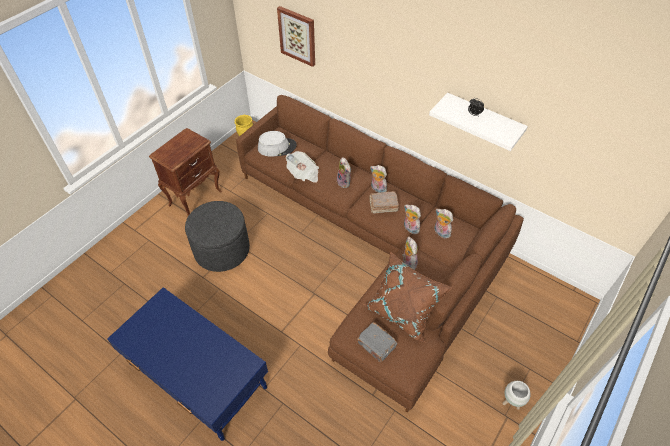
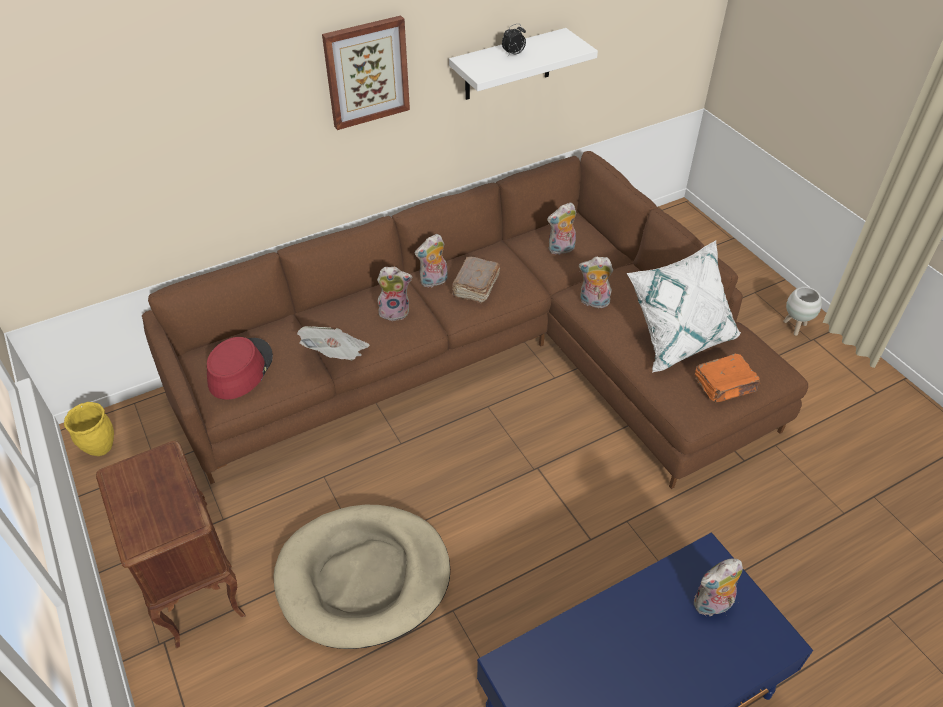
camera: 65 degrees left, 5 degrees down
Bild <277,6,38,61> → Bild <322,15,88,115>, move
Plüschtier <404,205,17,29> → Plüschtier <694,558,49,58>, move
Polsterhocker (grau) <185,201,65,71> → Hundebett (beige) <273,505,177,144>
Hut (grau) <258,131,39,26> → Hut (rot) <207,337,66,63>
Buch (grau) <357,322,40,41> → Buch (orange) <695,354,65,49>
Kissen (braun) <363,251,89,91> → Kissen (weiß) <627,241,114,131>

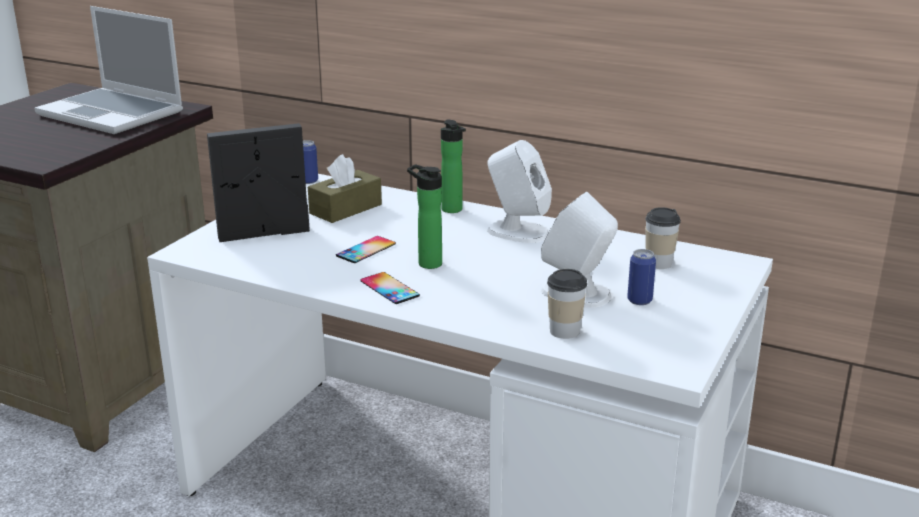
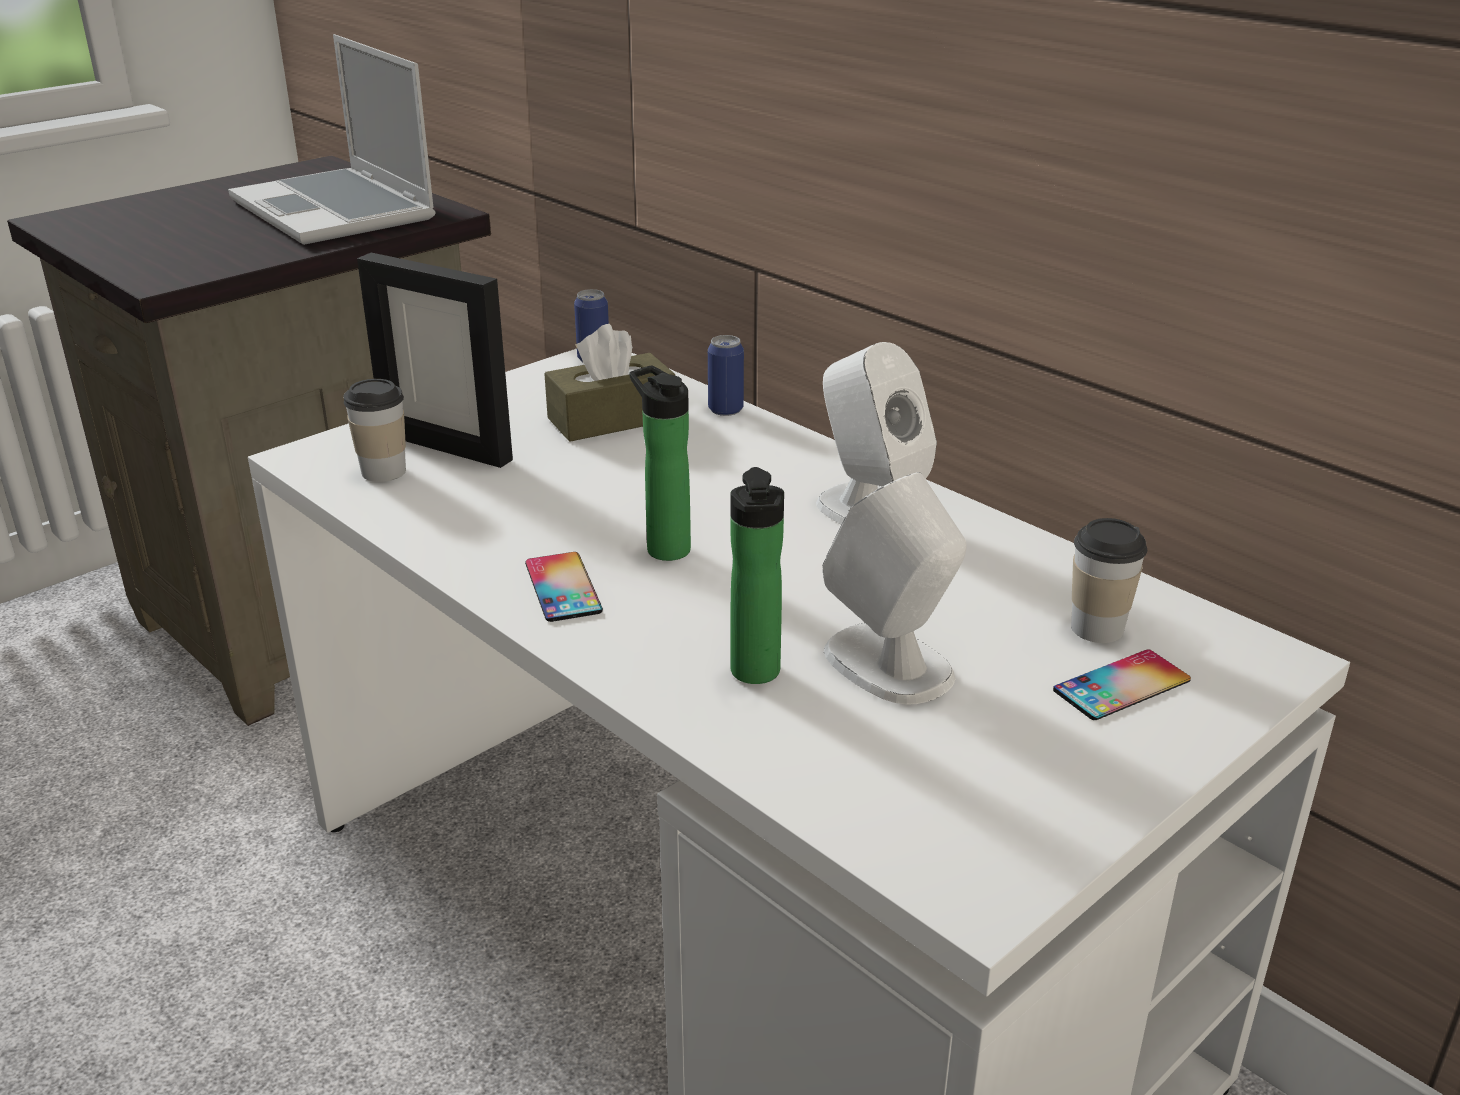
camera: 20 degrees right, 5 degrees up
Handy <336,236,60,27> → Handy <1053,649,138,71>, move
Flasche <441,119,25,94> → Flasche <730,467,54,217>, move
Tasse <547,269,40,70> → Tasse <343,379,63,103>, move
Dose <627,249,29,56> → Dose <708,335,36,81>, move
Bilderrahmen <207,123,103,119> → Bilderrahmen <357,253,156,215>, 150 degrees counterclockwise

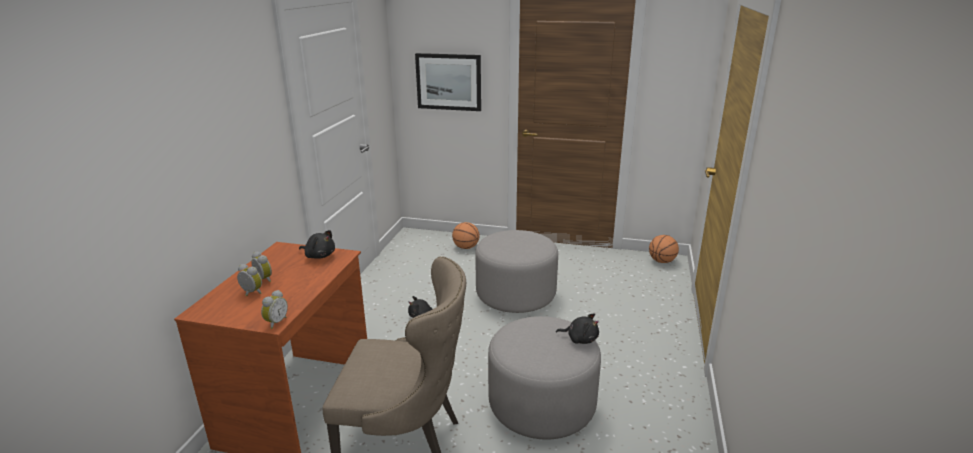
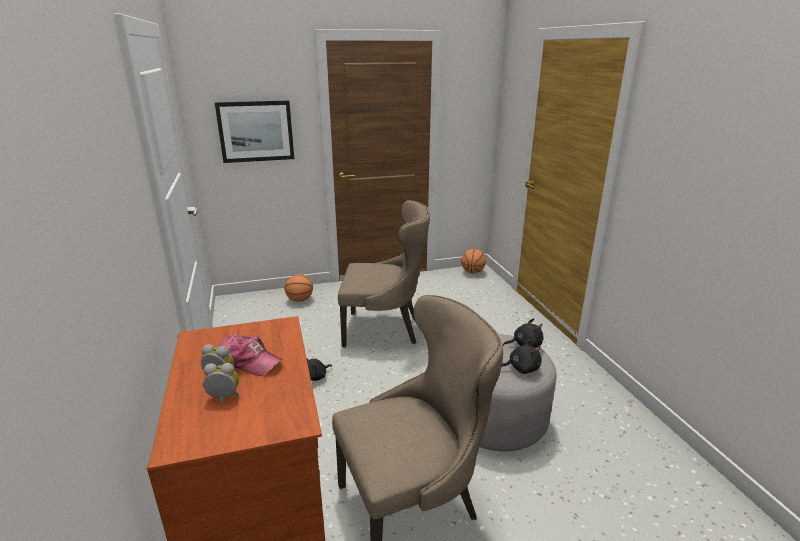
camera: 30 degrees left, 0 degrees up
Wecker <261,290,27,39> → -
- → Kappe <218,334,64,42>
Plüschtier (schwarz) <299,230,36,29> → Plüschtier (schwarz) <501,340,41,34>, move
Polsterhocker (grau) <475,230,83,83> → Stuhl (beige) <338,200,92,147>

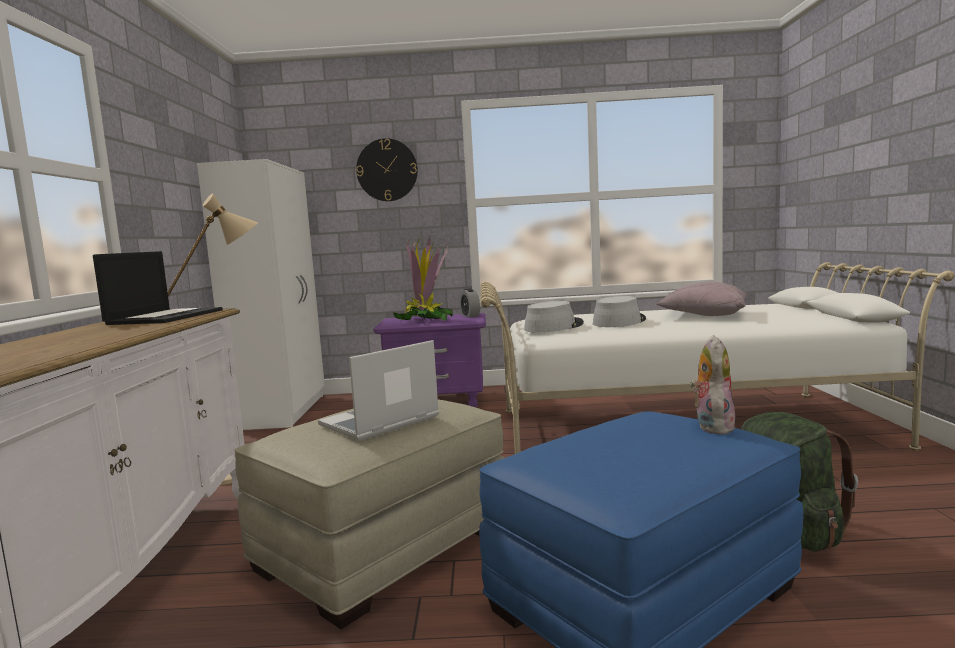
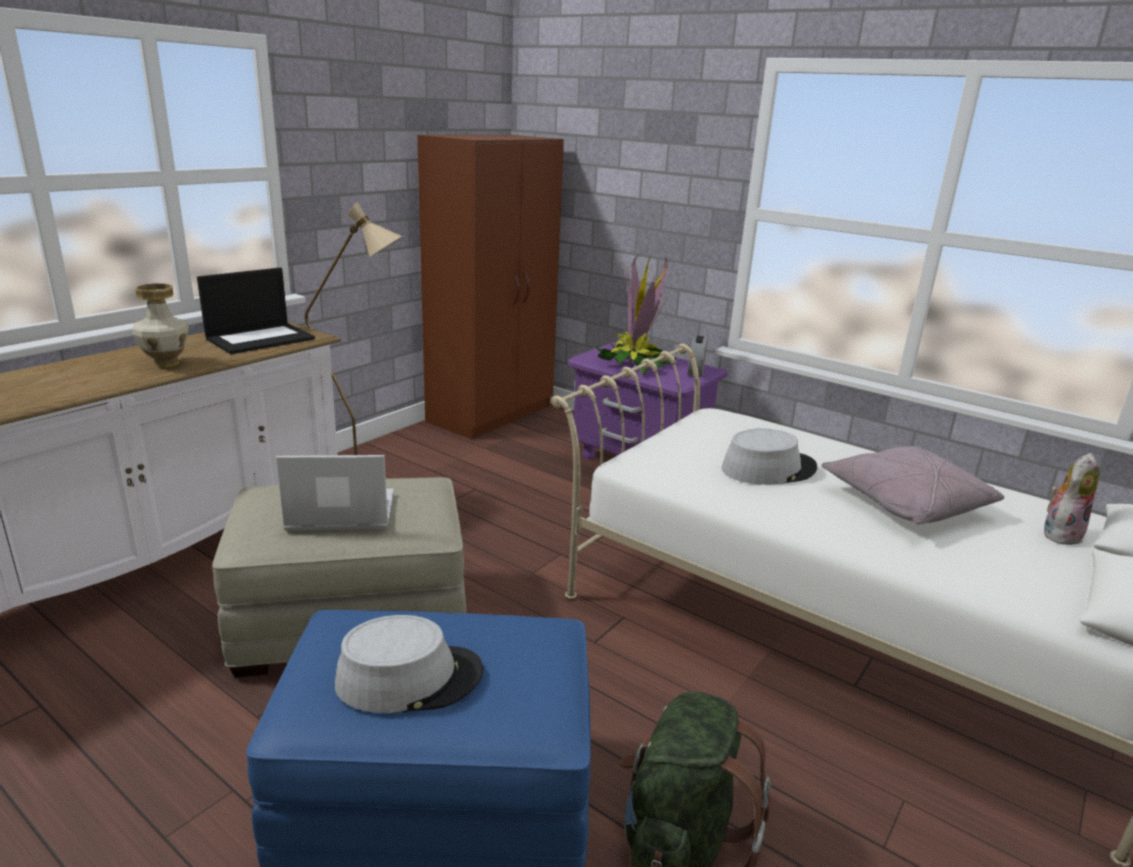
camera: 35 degrees right, 15 degrees up
Wanduhr <356,138,62,63> → -
- → Vase <132,283,57,85>
Hut (grau) <524,301,60,32> → Hut (grau) <335,615,148,98>, move
Plüschtier <690,335,46,100> → Plüschtier <1041,453,59,92>, move
Kleiderschrank (weiß) <197,159,128,271> → Kleiderschrank (braun) <417,134,147,306>

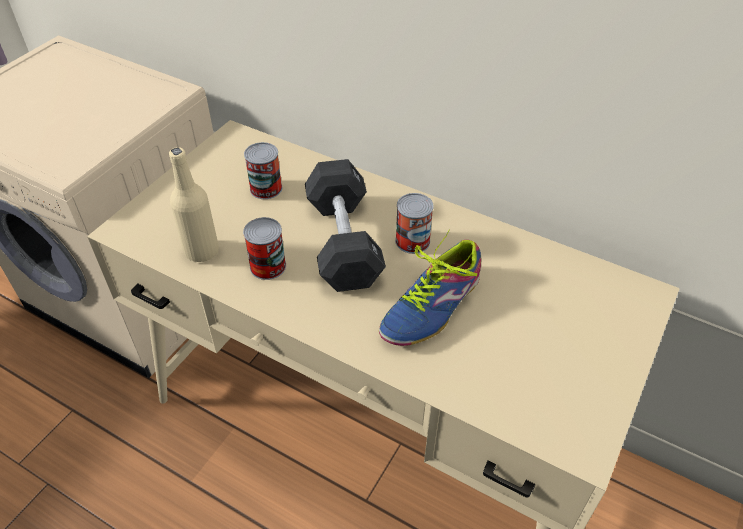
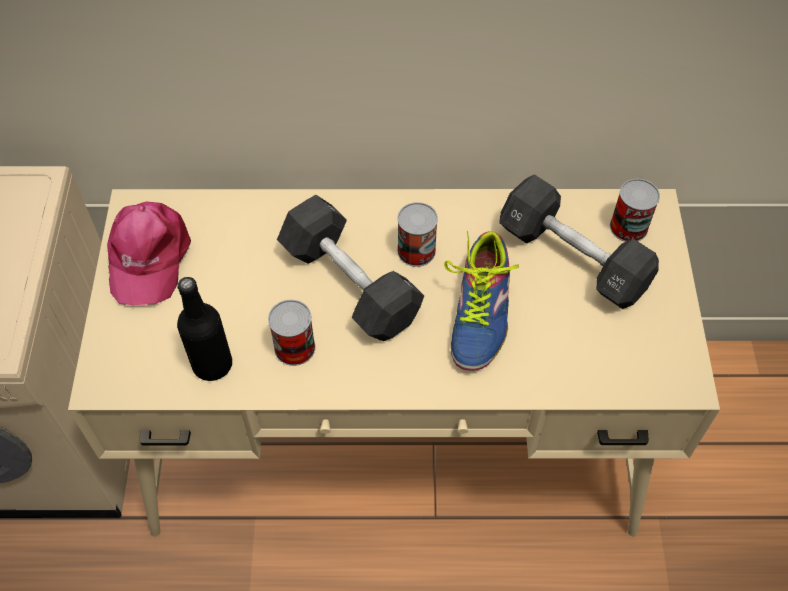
camera: 30 degrees left, 10 degrees up
- → Kappe (rosa) <107,202,84,103>
- → Hantel (schwarz) <499,174,160,135>
Dose <244,142,38,57> → Dose <610,179,50,63>, move
Flasche (beige) <169,147,50,115> → Flasche (schwarz) <177,277,55,104>

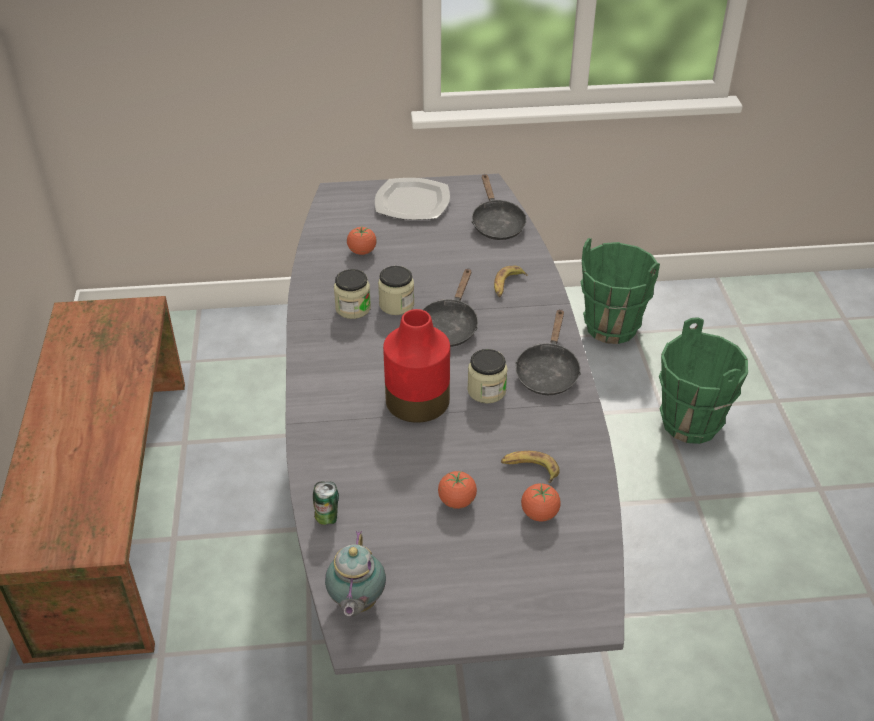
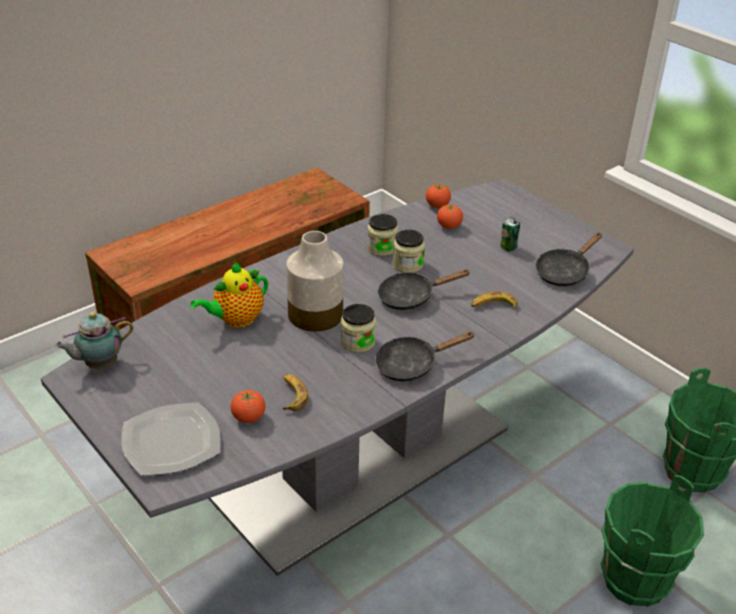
camera: 55 degrees right, 5 degrees down
- → Teekanne <190,262,78,66>
Dose <313,482,26,43> → Dose <500,218,20,34>, move
Teller <375,178,75,42> → Teller <121,403,99,73>, move
Tomate <438,471,39,38> → Tomate <426,184,25,24>, move
Vase (rot) <383,309,67,114> → Vase (beige) <286,231,58,100>

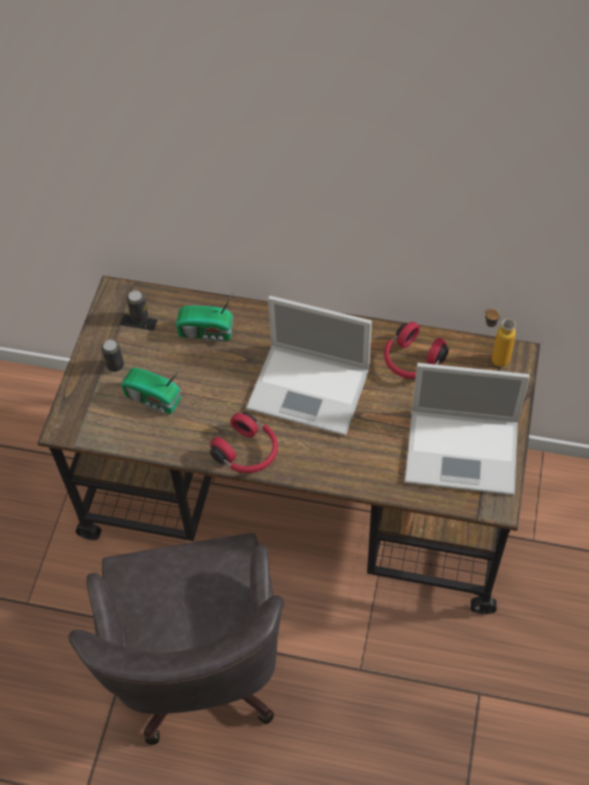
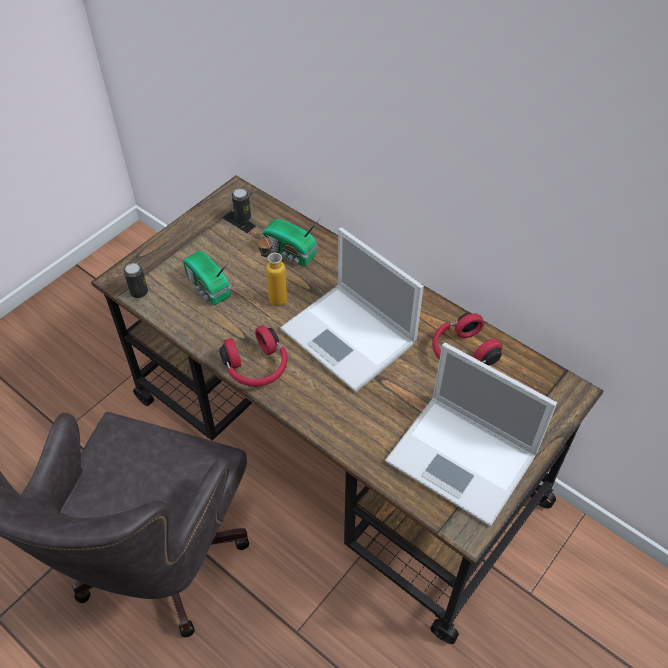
camera: 25 degrees right, 5 degrees down
Dose <101,339,23,33> → Dose <124,263,24,35>, move
Flasche <485,308,31,59> → Flasche <258,235,29,71>, move

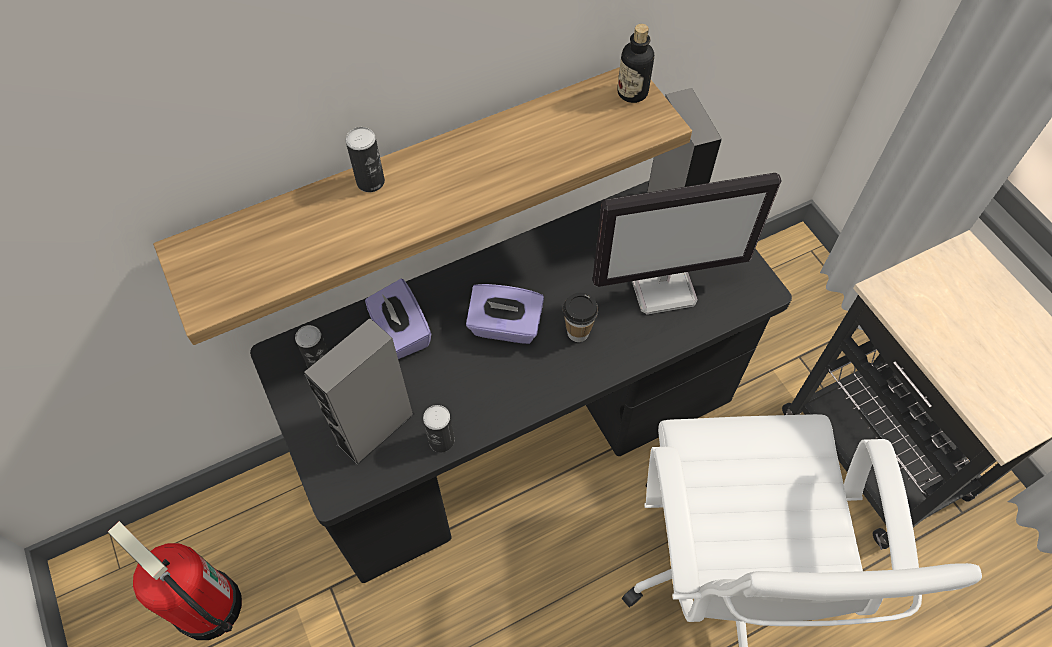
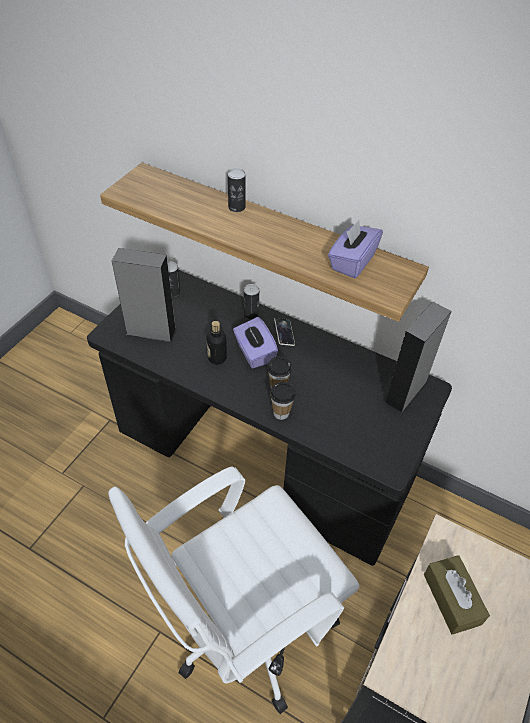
camera: 55 degrees right, 10 degrees down
Feuerlöscher <108,521,134,119> → -
Monitor <593,173,189,142> → -
- → Tasse <270,382,26,38>
- → Handy <274,318,21,28>
- → Taschentuchbox (braun) <424,555,66,80>
Taschentuchbox (lila) <365,279,66,80> → Taschentuchbox (lila) <328,220,55,58>, move
Dose <423,405,31,48> → Dose <244,284,15,36>, move
Flasche <617,24,37,79> → Flasche <207,321,20,43>, move

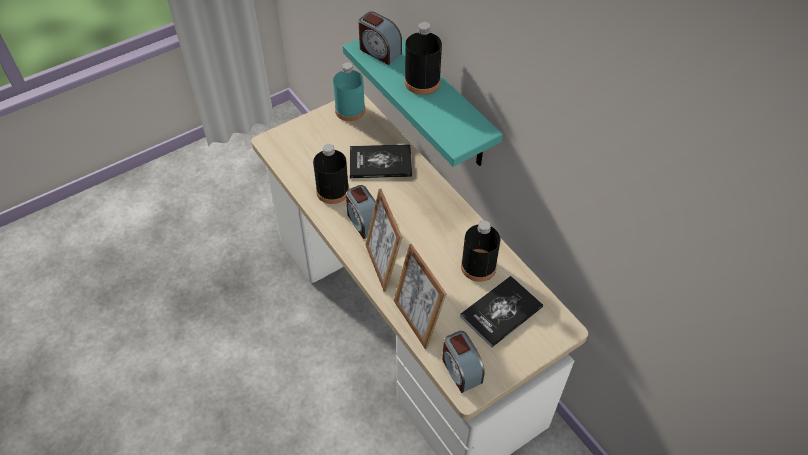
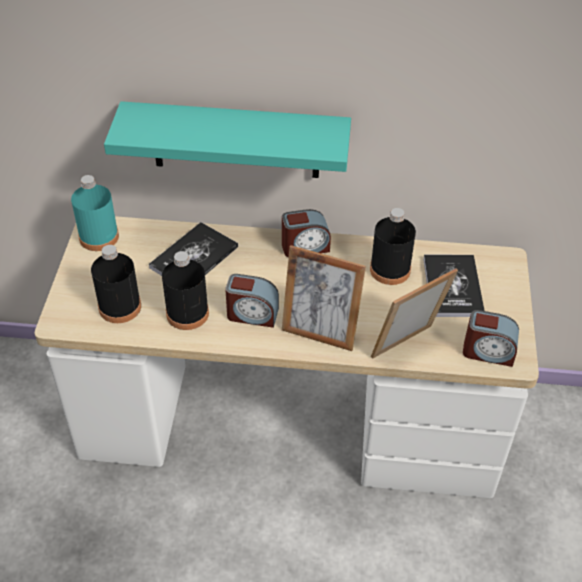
camera: 50 degrees left, 5 degrees down
Wecker <358,11,44,54> → Wecker <282,209,49,48>, move
Flasche (schwarz) <404,22,38,73> → Flasche (schwarz) <91,245,50,78>, move
Bilderrahmen <393,244,54,105> → Bilderrahmen <371,268,87,91>, 135 degrees clockwise

